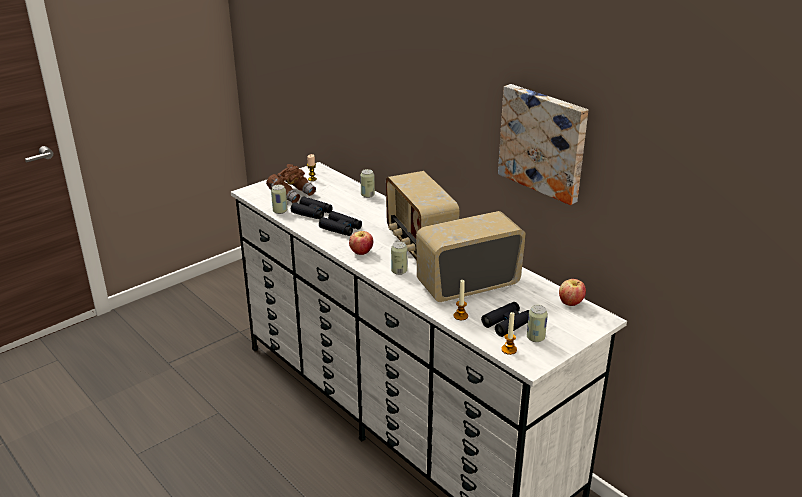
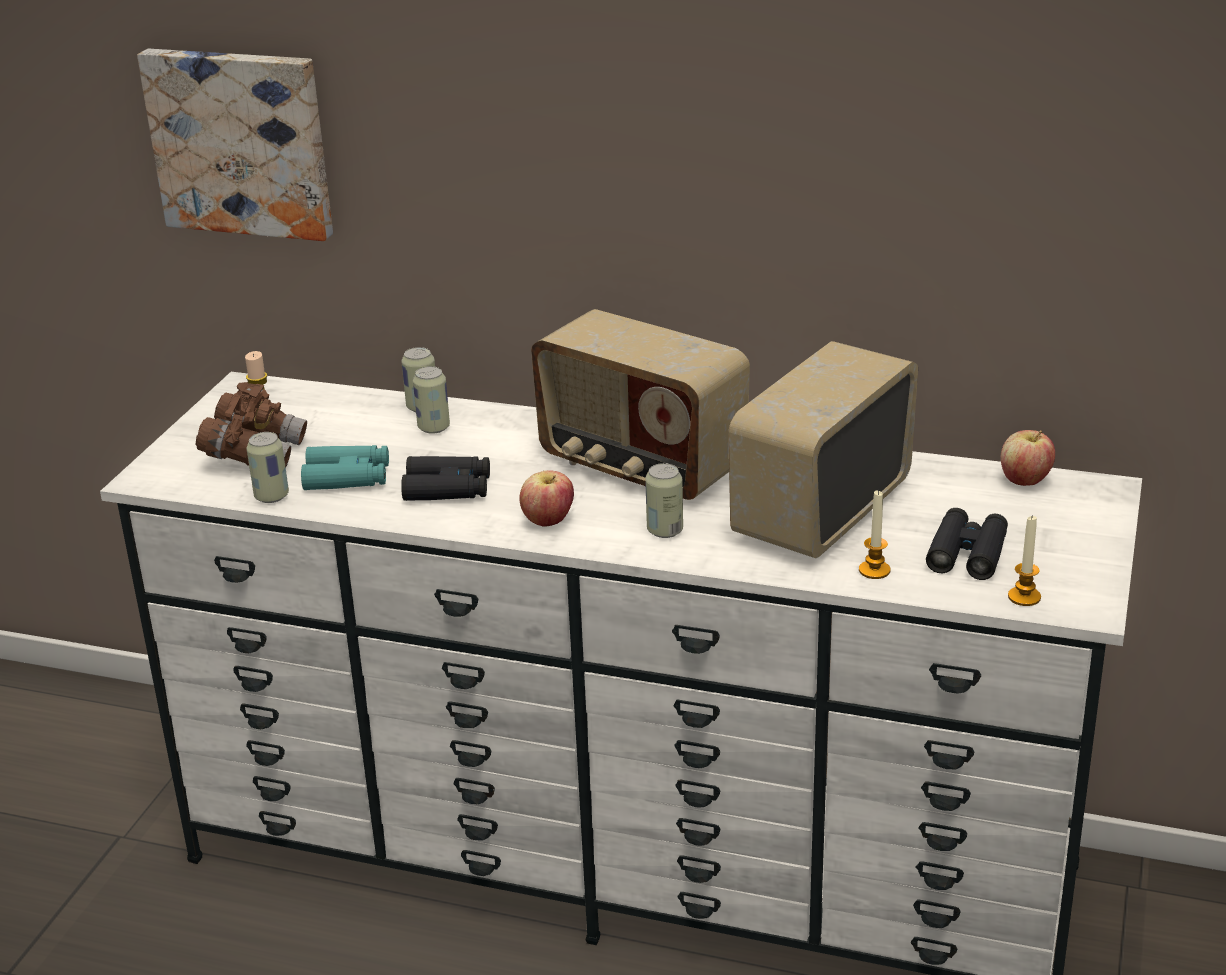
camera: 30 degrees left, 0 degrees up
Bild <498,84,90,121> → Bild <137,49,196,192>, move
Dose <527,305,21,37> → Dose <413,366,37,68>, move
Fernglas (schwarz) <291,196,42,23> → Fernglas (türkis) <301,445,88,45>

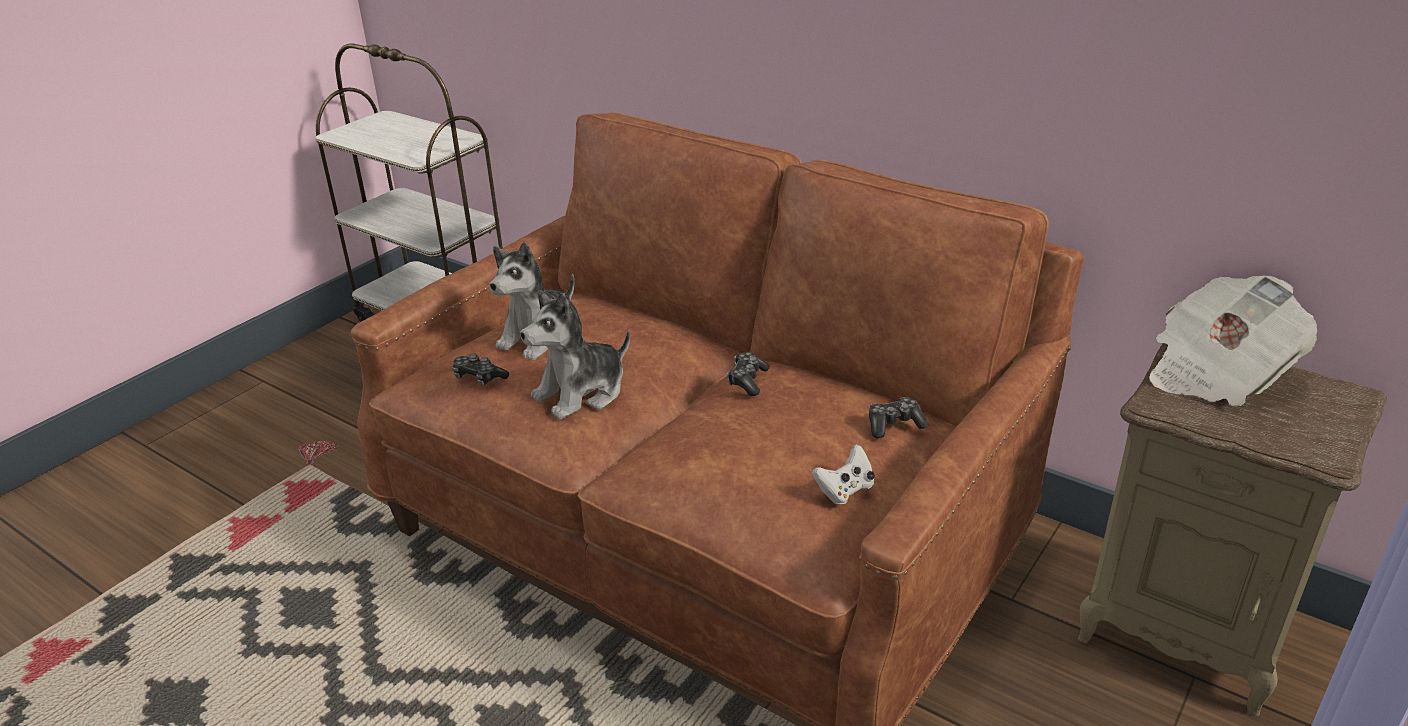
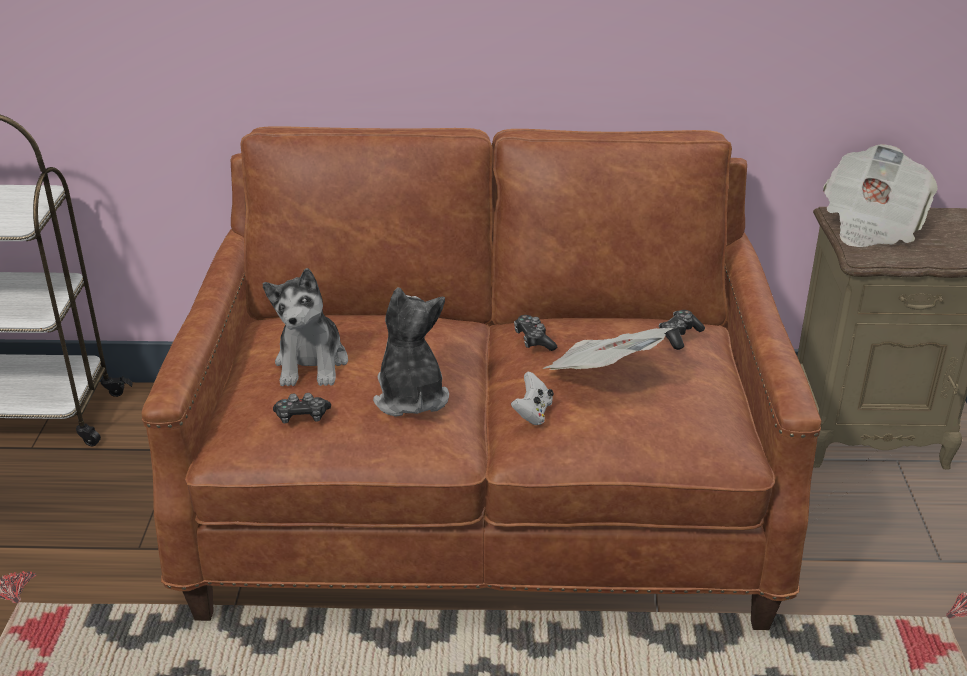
camera: 35 degrees left, 0 degrees up
- → Zeitung <542,328,132,42>
Gamepad (weiß) <812,444,63,61> → Gamepad (weiß) <511,372,43,53>, move
Plüschtier <520,290,110,130> → Plüschtier <373,287,76,130>, 150 degrees clockwise

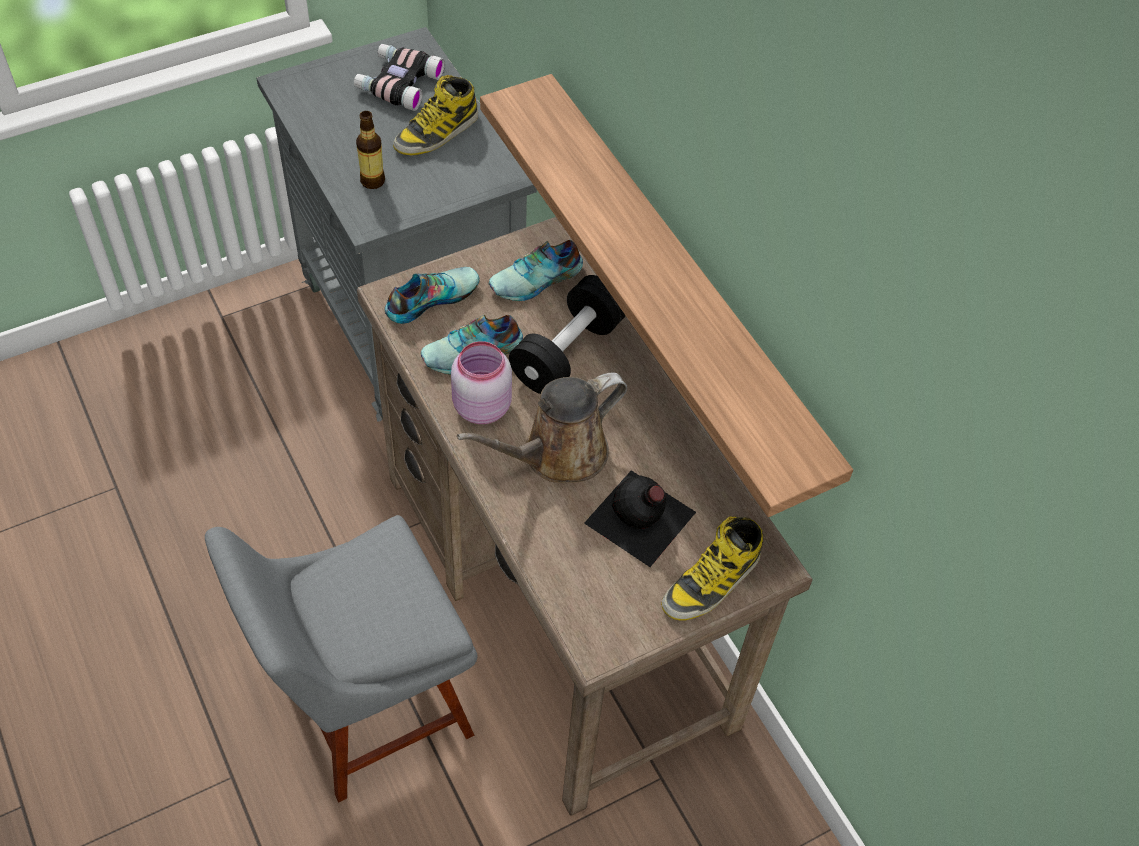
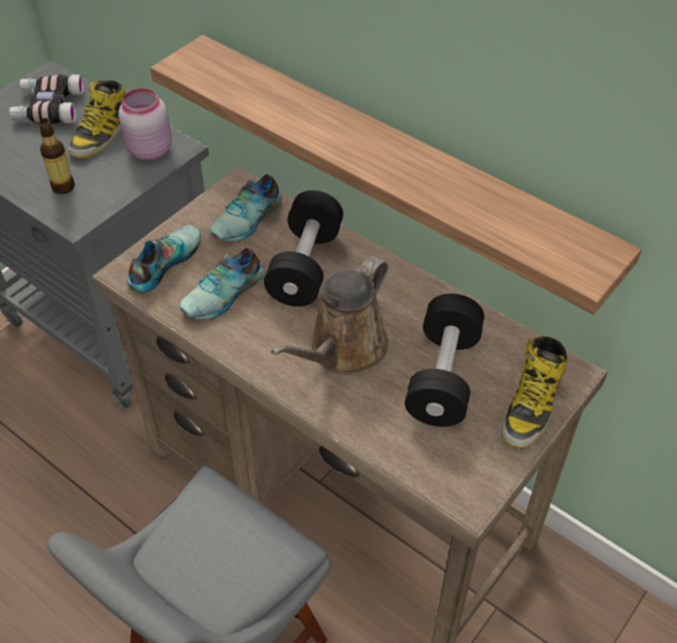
camera: 20 degrees left, 5 degrees down
Vorratsglas (rosa) <451,341,61,83> → Vorratsglas (rosa) <118,88,54,73>, move
Flasche (schwarz) <584,470,112,97> → Hantel (schwarz) <405,294,79,133>

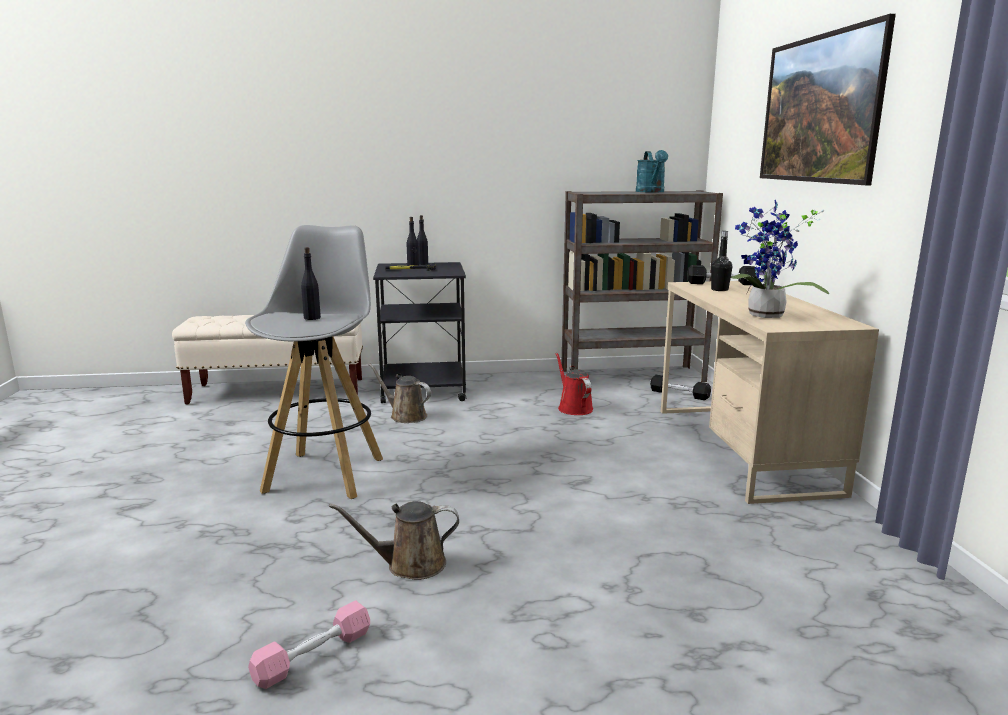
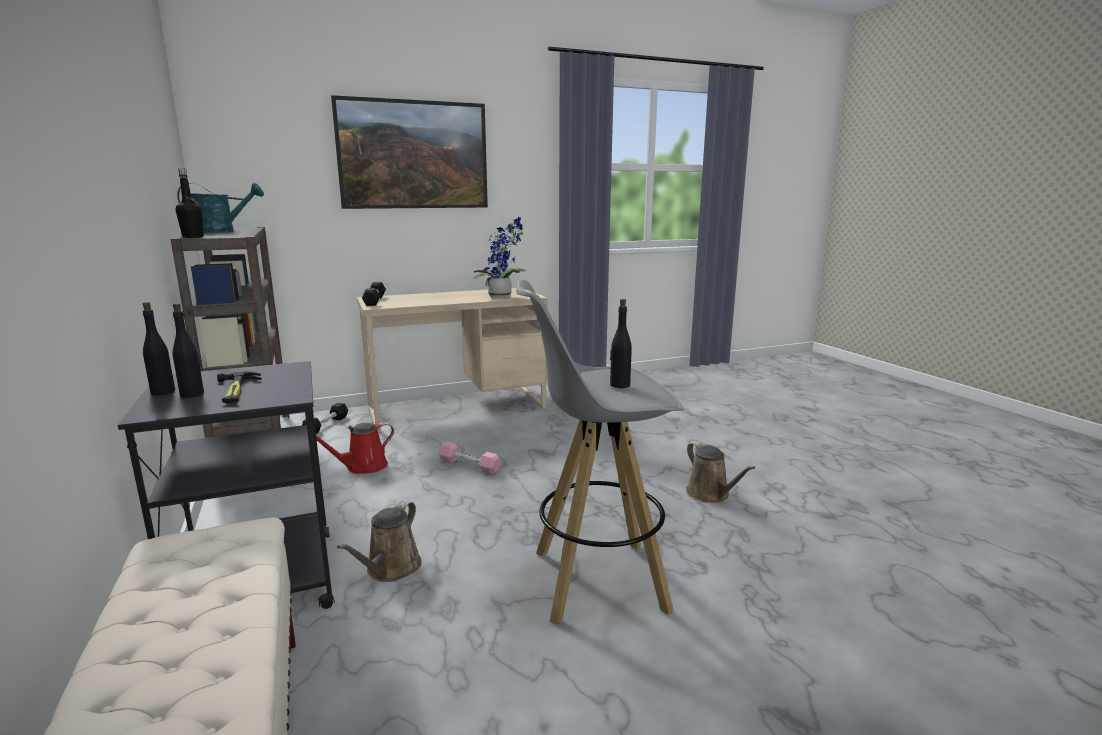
camera: 105 degrees left, 0 degrees up
Hantel (rosa) <248,600,122,89> → Hantel (rosa) <439,442,62,33>, move
Flasche (schwarz) <711,231,21,60> → Flasche (schwarz) <176,169,28,69>, move

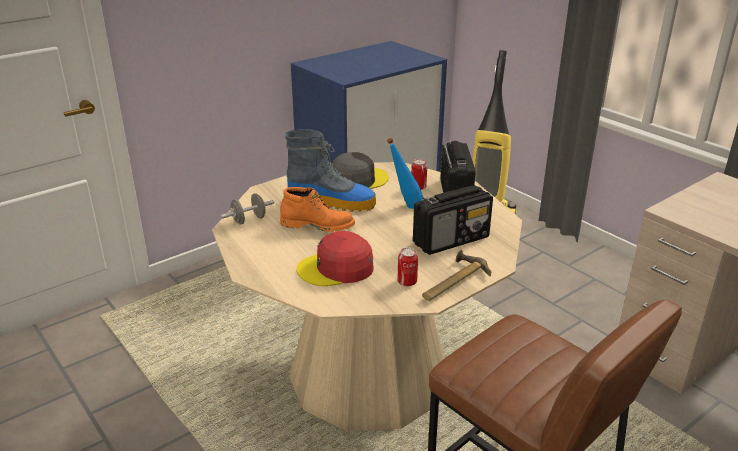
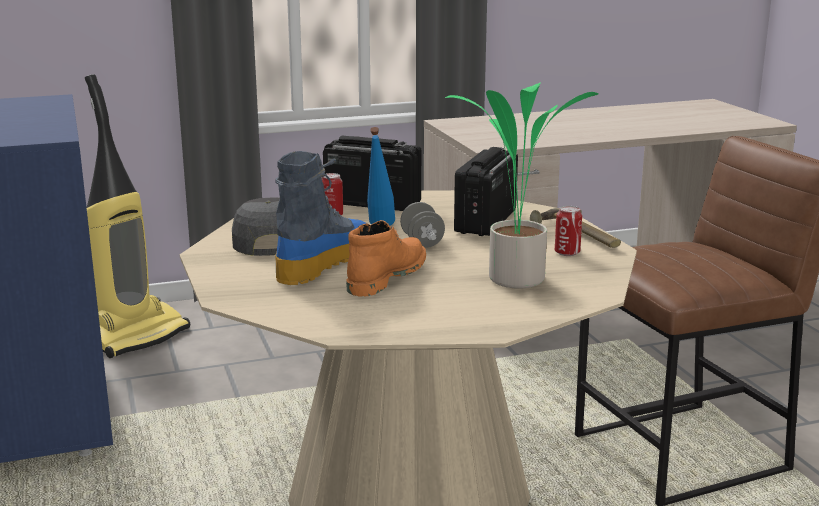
camera: 70 degrees left, 10 degrees down
Hantel (grau) <221,193,53,31> → Hantel (grau) <400,202,45,46>, move
Kappe (rot) <297,231,77,55> → Topfpflanze <445,83,153,206>
Radio <413,185,80,70> → Radio <454,147,64,89>, 150 degrees counterclockwise

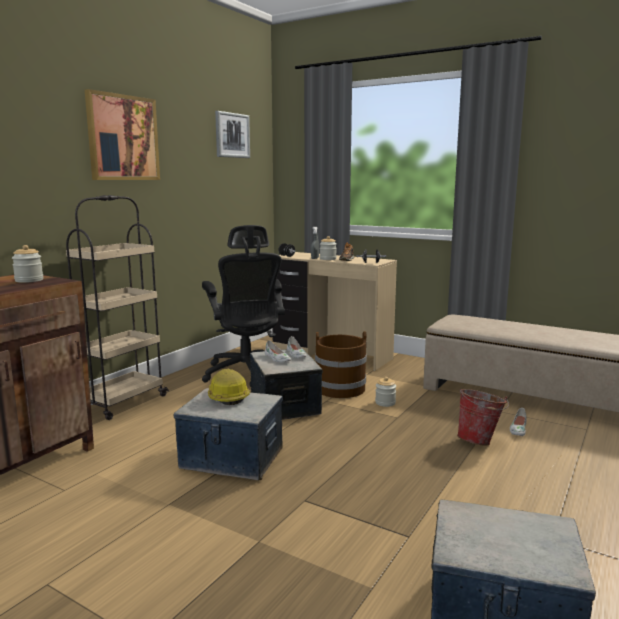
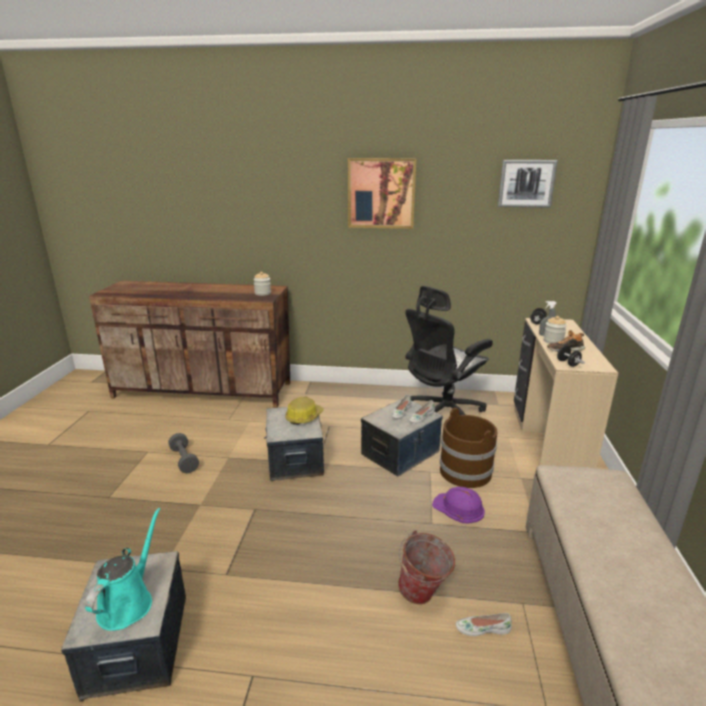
camera: 65 degrees right, 10 degrees up
Rollwagen (beige) <66,195,103,225> → -
- → Gießkanne (türkis) <85,508,75,123>
- → Hantel (grau) <168,433,31,40>
Vorratsglas <375,377,21,30> → Schutzhelm (lila) <432,487,53,36>

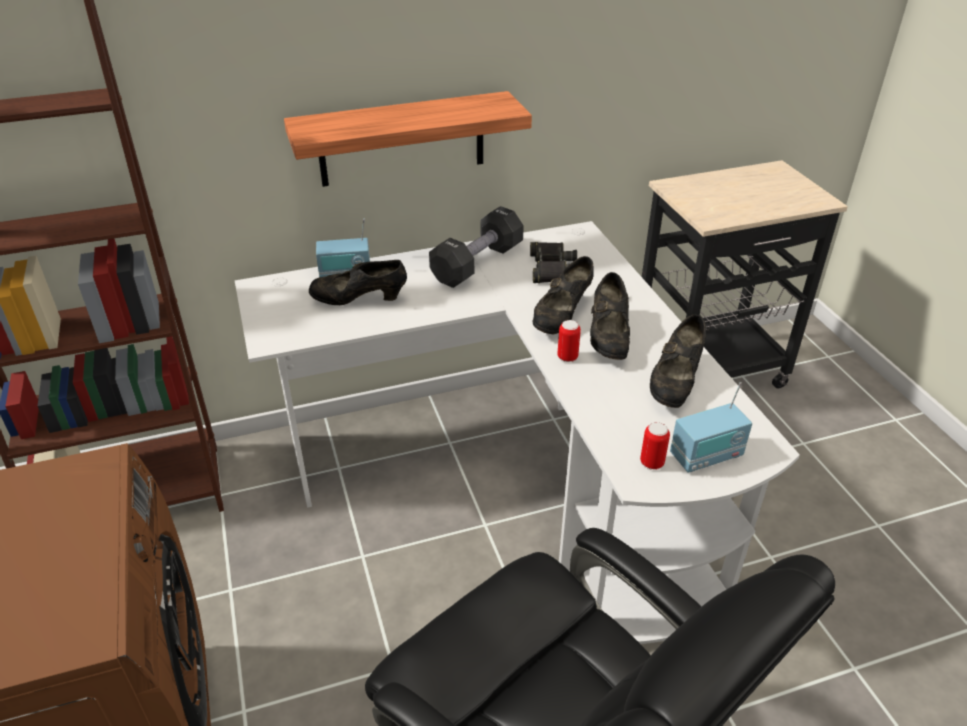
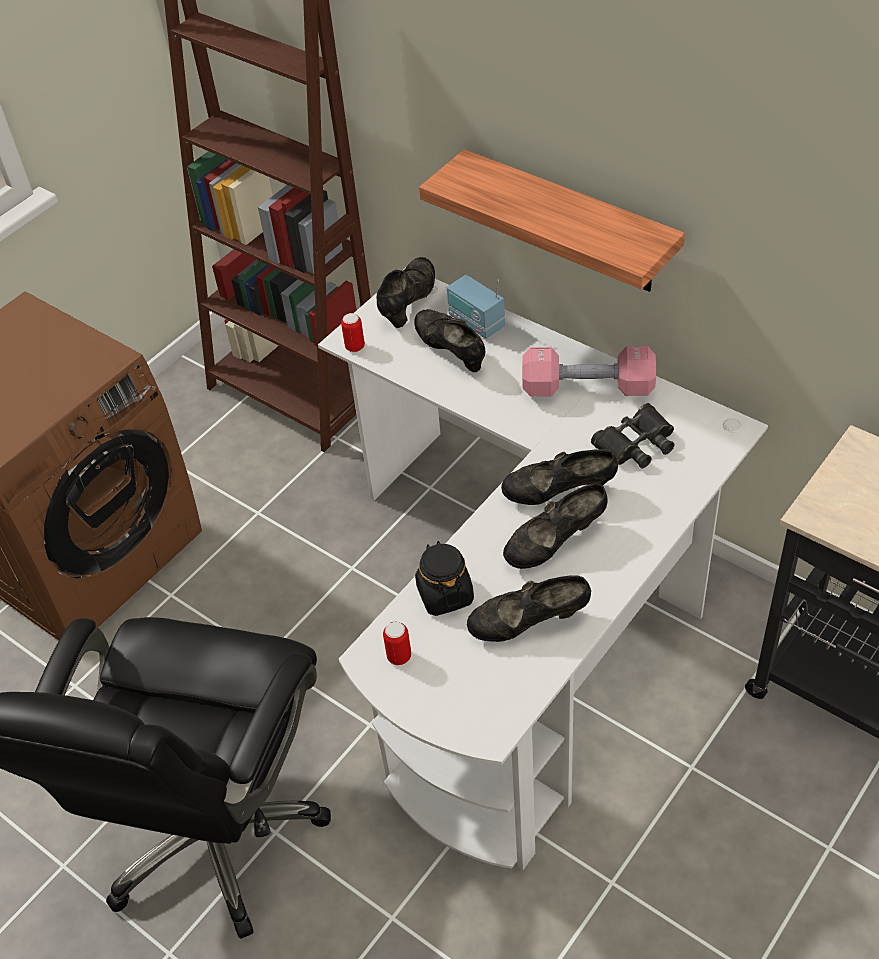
camera: 60 degrees right, 10 degrees up
Radio <670,382,82,91> → -
- → Schuh (schwarz) <377,257,58,71>
- → Vorratsglas (schwarz) <415,541,59,75>
Dose <557,320,24,42> → Dose <341,313,24,39>, move
Hantel (schwarz) <429,206,95,82> → Hantel (rosa) <522,346,134,51>

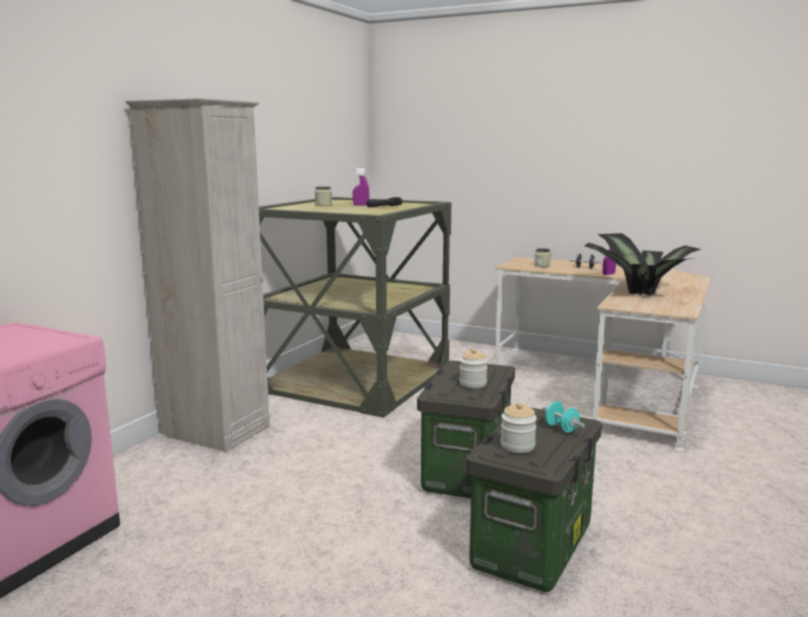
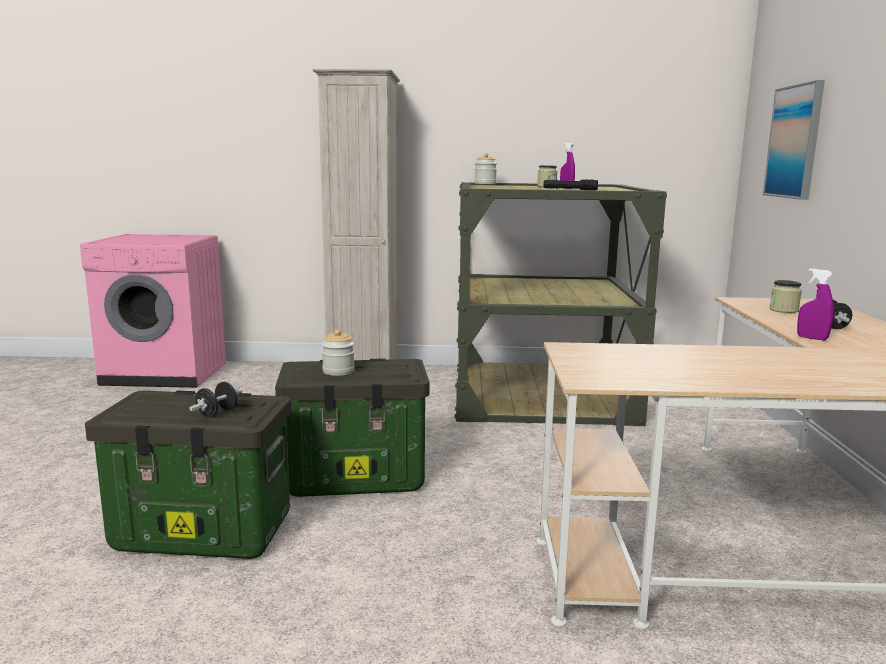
camera: 65 degrees right, 0 degrees up
Topfpflanze <585,233,116,63> → -
- → Bild <763,80,62,120>
Vorratsglas <501,402,36,51> → Vorratsglas <475,153,22,31>, move
Hantel (türkis) <542,402,43,31> → Hantel (schwarz) <189,382,54,35>

